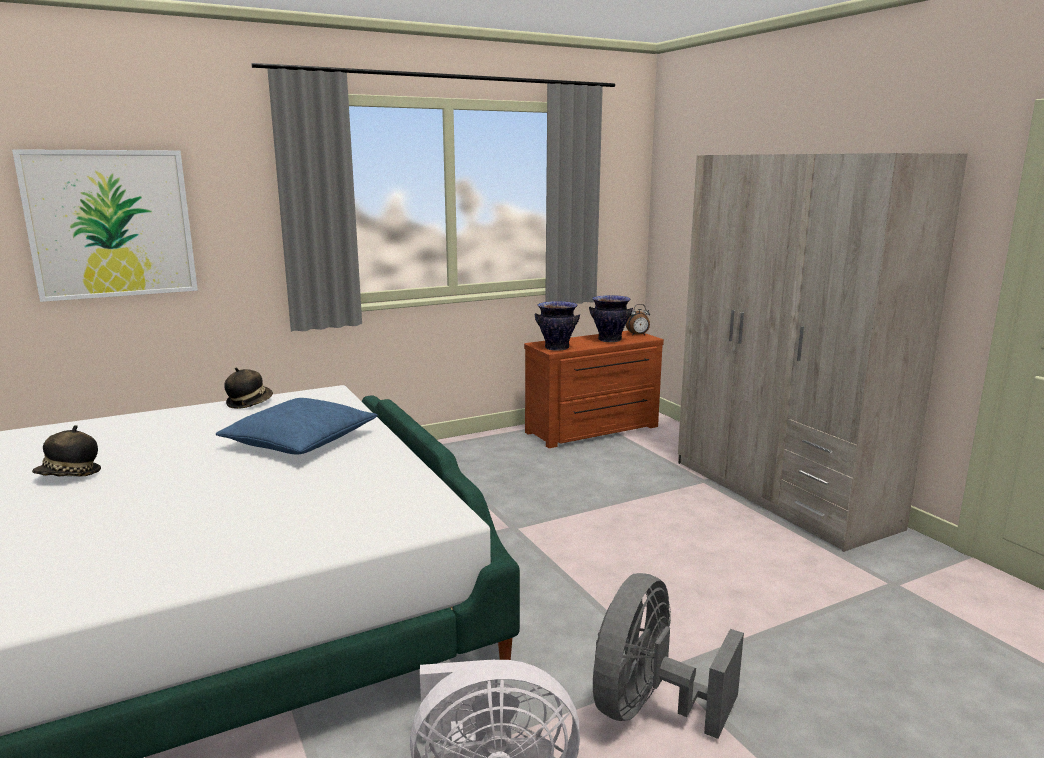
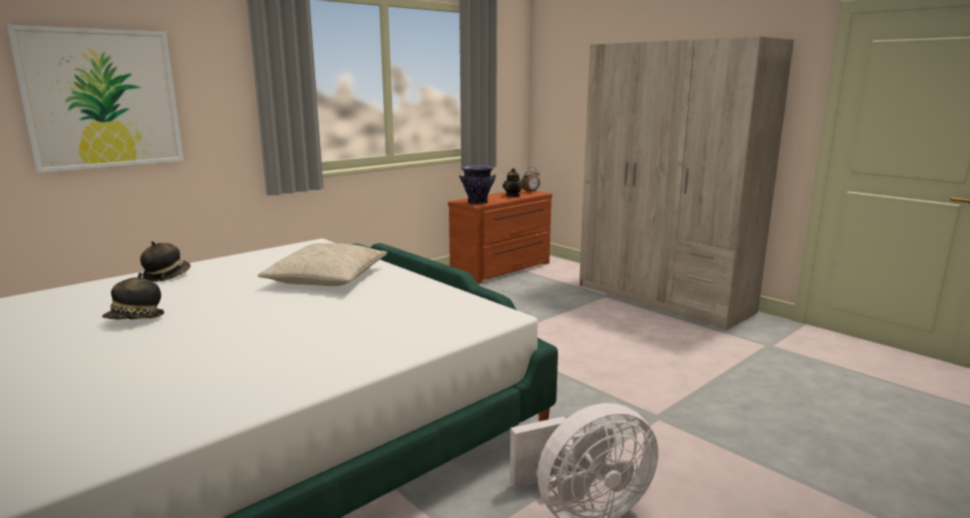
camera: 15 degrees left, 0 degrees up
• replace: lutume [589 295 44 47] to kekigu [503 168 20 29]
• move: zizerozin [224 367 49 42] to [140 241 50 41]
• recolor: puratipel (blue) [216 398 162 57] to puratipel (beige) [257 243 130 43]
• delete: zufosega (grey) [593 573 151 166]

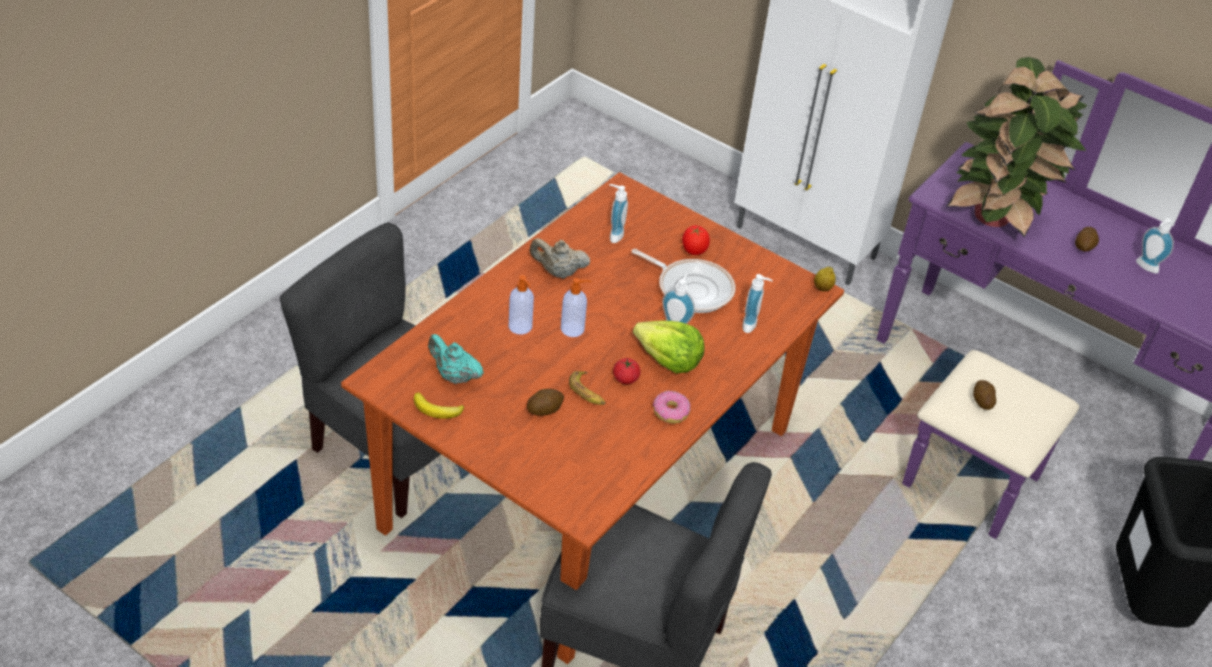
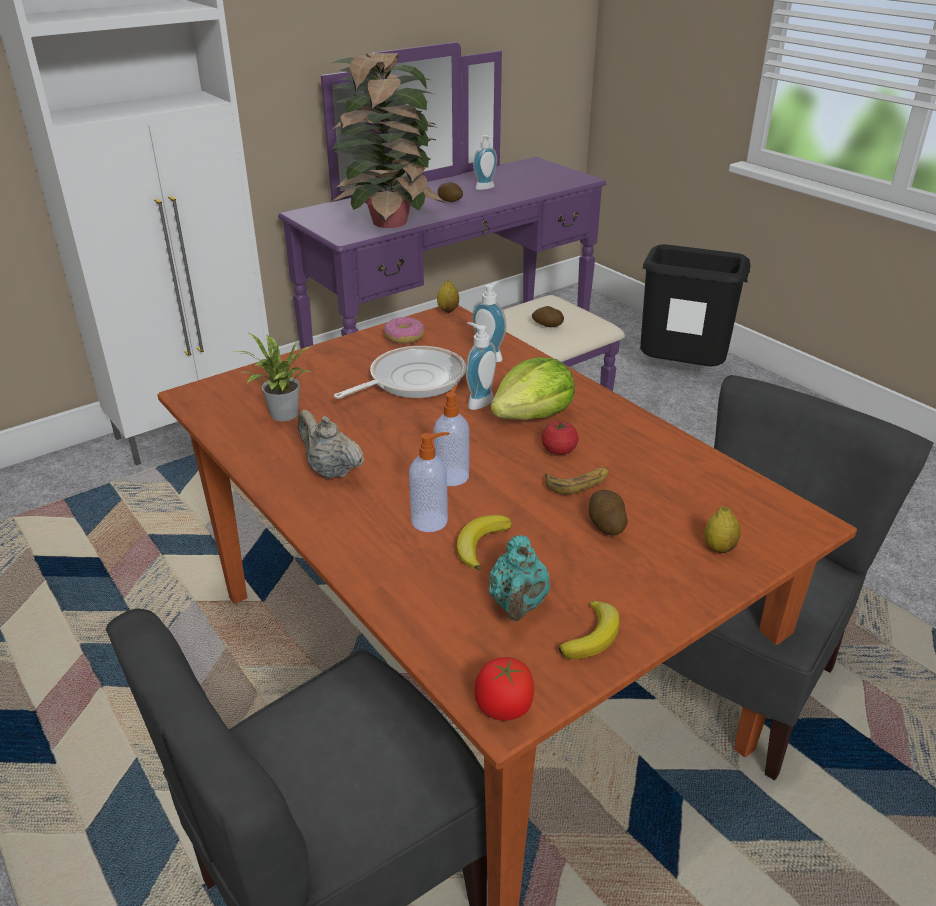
camera: 70 degrees left, 10 degrees down
• replace: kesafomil [609 184 19 59] to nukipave [235 332 77 89]
• move: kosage [682 226 28 29] to [474 657 60 64]
• rotate: kekigu (beige) [530 238 60 41] = [298 410 66 69] 105 degrees clockwise
• rotate: kekigu (turquoise) [428 334 56 50] = [489 535 61 86] 45 degrees counterclockwise
• move: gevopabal [653 391 38 33] to [384 317 41 27]
• insert: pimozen [704 507 36 46]
• insert: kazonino [457 515 55 55]

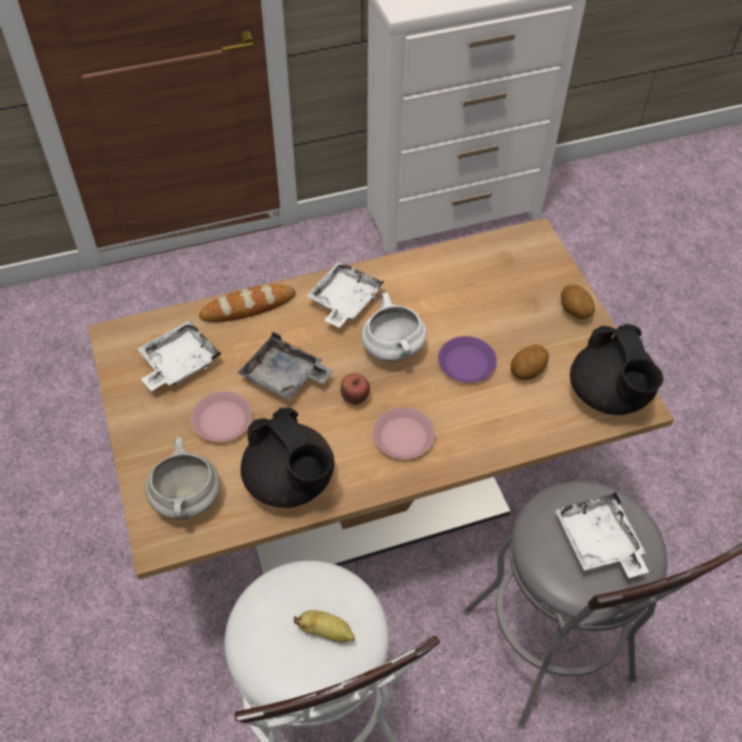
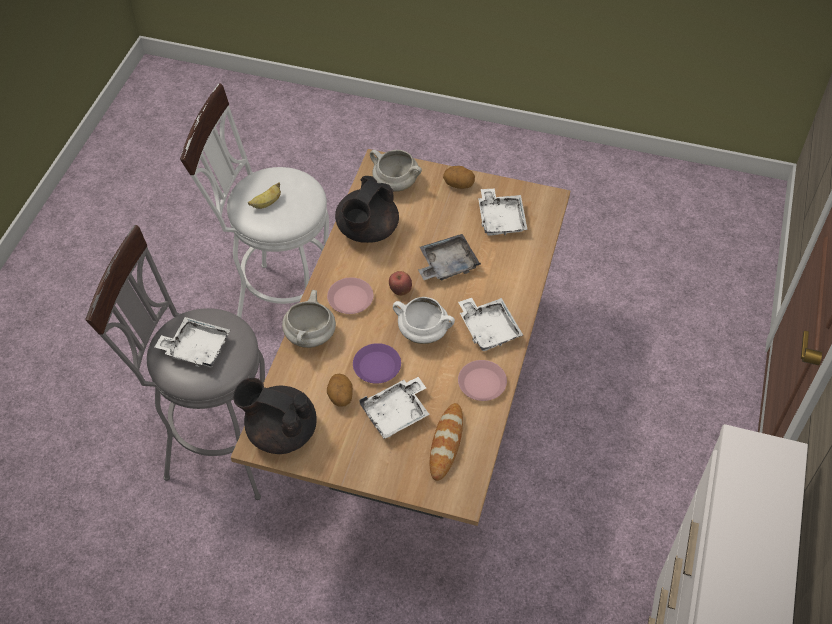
camera: 125 degrees right, 0 degrees up
• move: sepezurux [199 284 96 38] to [430 403 33 78]
• move: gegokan [561 284 34 35] to [443 166 32 23]
• move: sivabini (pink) [191 391 62 51] to [458 360 49 41]
• rotate: kekigu (black) [240 408 95 100] = [335 176 64 67] 60 degrees counterclockwise
• insert: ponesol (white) [282 290 54 58]
• insert: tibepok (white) [360 377 70 62]

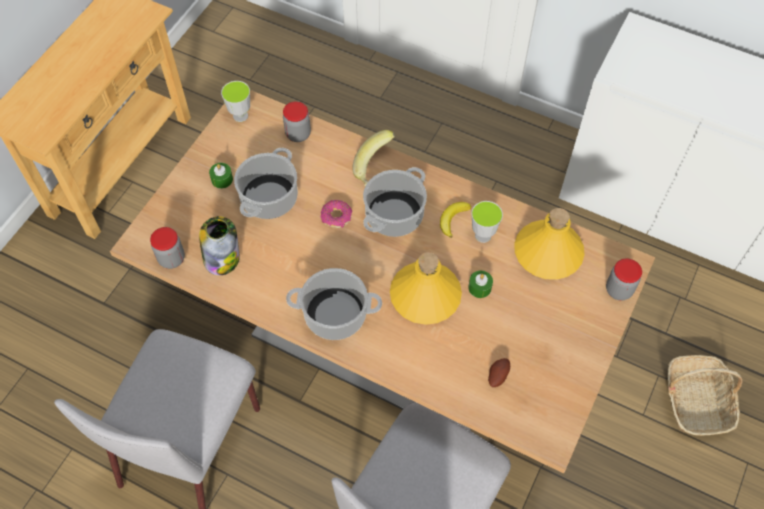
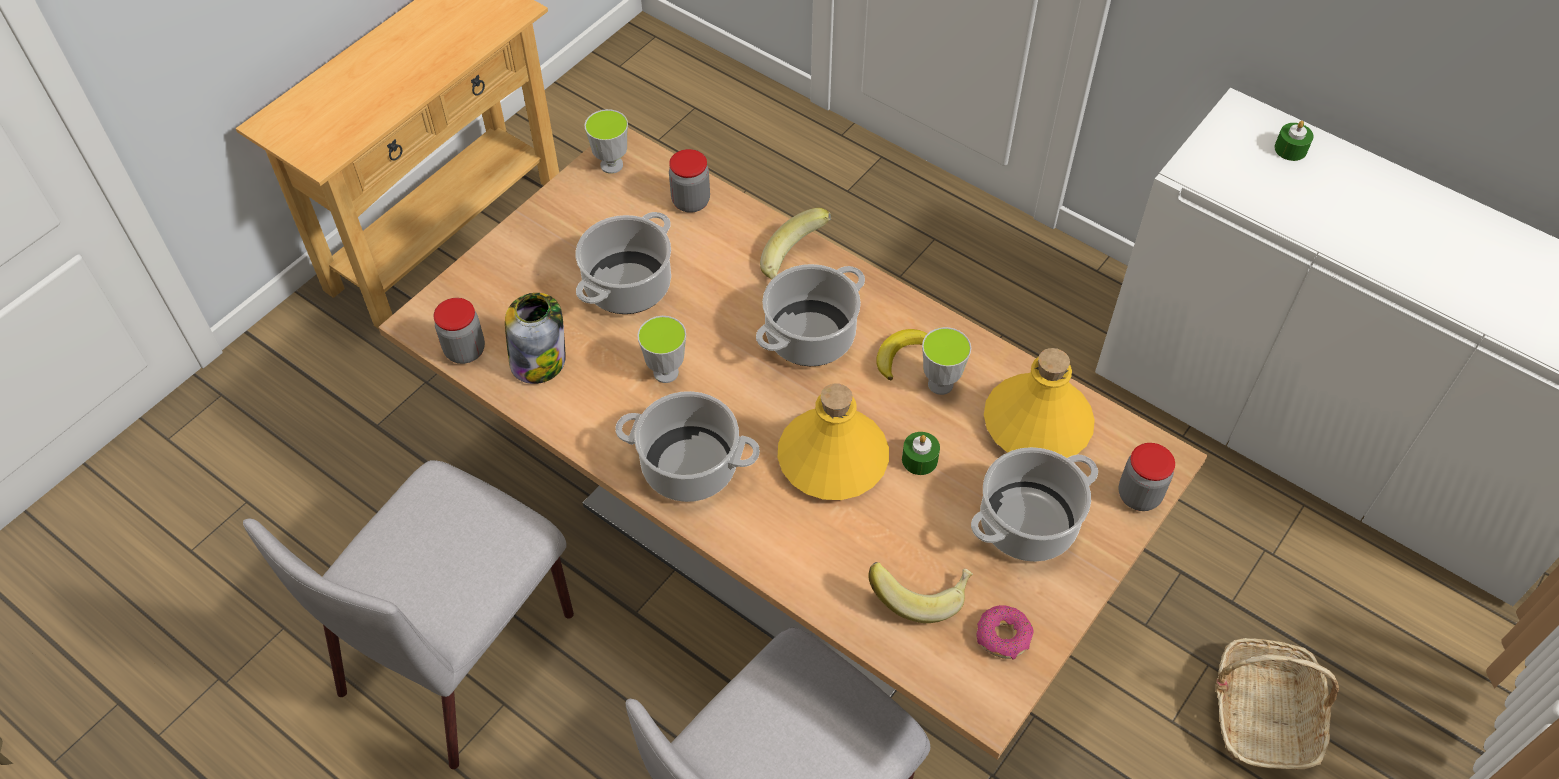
camera: 10 degrees right, 5 degrees down
• move: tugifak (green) [209 163 24 26] to [1274 121 40 40]
• move: gevopabal [321 200 31 28] to [976 605 58 55]
• replace: gegokan [488 358 22 29] to kazonino [868 562 105 61]
• insert: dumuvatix [637 316 49 67]
• insert: ponesol [971 447 127 115]

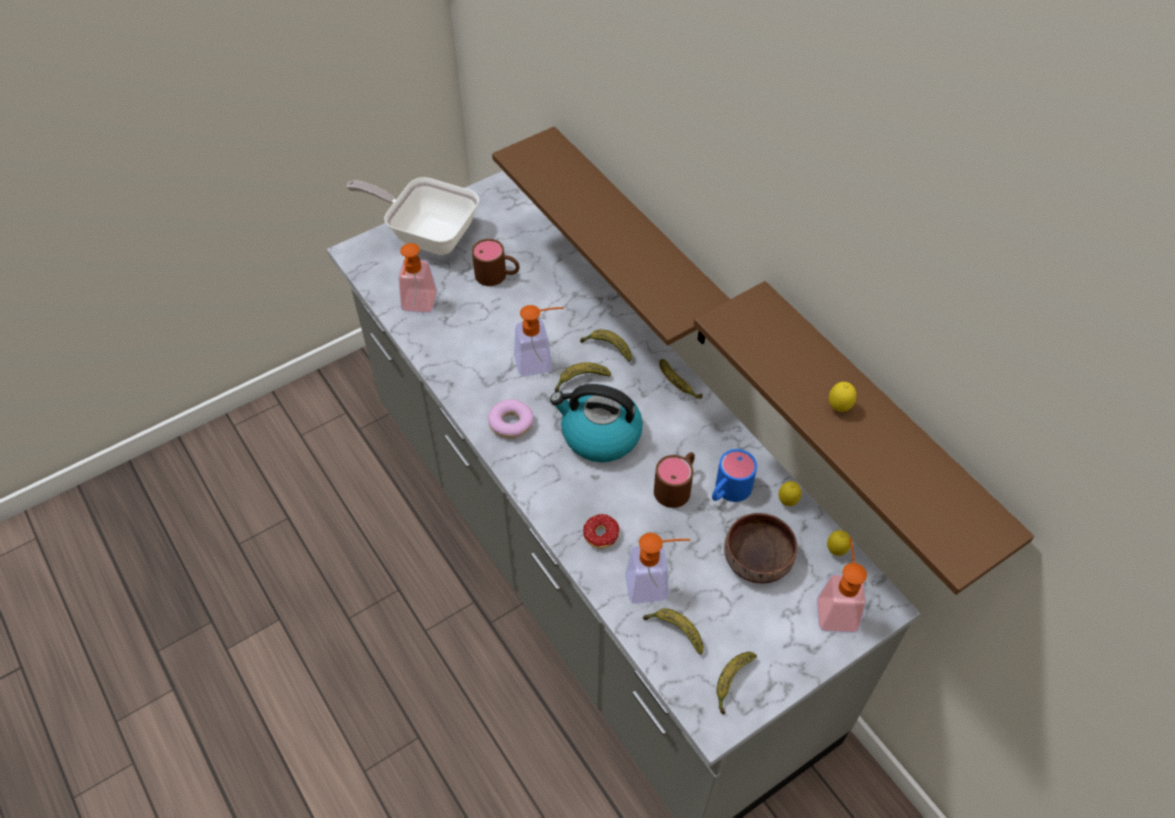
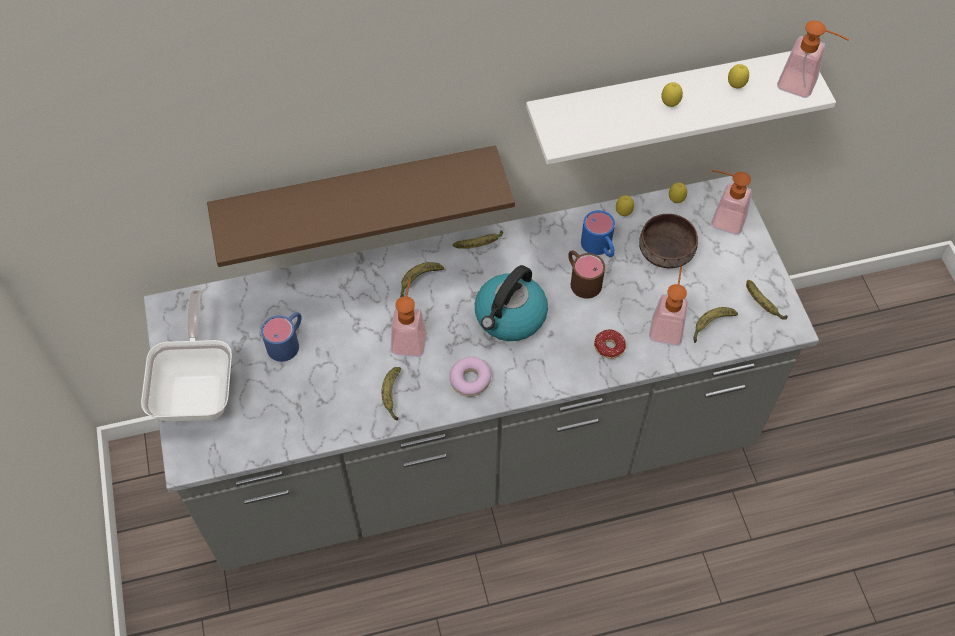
camera: 70 degrees left, 5 degrees up
• rotate: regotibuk [346 177 133 78] = [141 290 91 131] 135 degrees clockwise
• recolor: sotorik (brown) [472 239 48 47] to sotorik (blue) [261 312 41 50]
• move: kesafomil [398 243 40 70] to [777 20 72 78]
• recolor: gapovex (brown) [694 281 340 314] to gapovex (white) [526 51 310 114]
• move: kazonino [555 362 56 30] to [382 367 19 54]
• insert: pimozen [728 64 21 24]

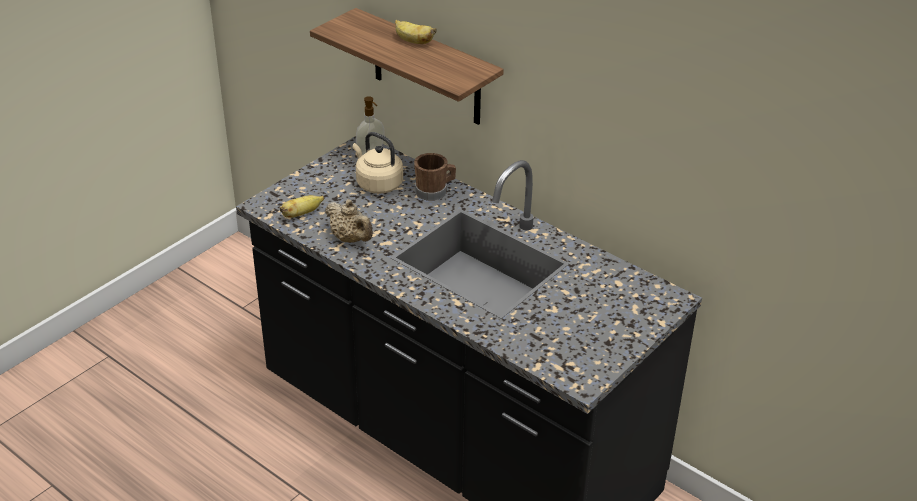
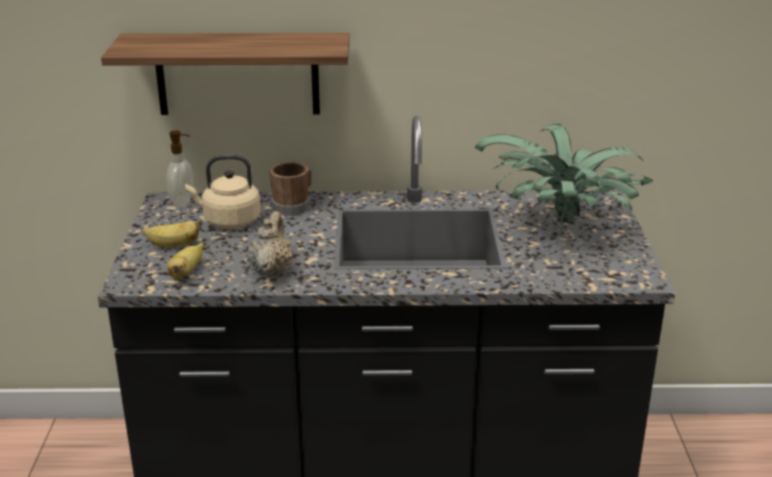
camera: 40 degrees left, 10 degrees down
• move: kazonino [395 20 42 24] to [142 220 61 27]
• rotate: kekigu (beige) [325 199 48 44] = [247 211 47 67] 90 degrees counterclockwise
• insert: nukipave [475 124 178 107]

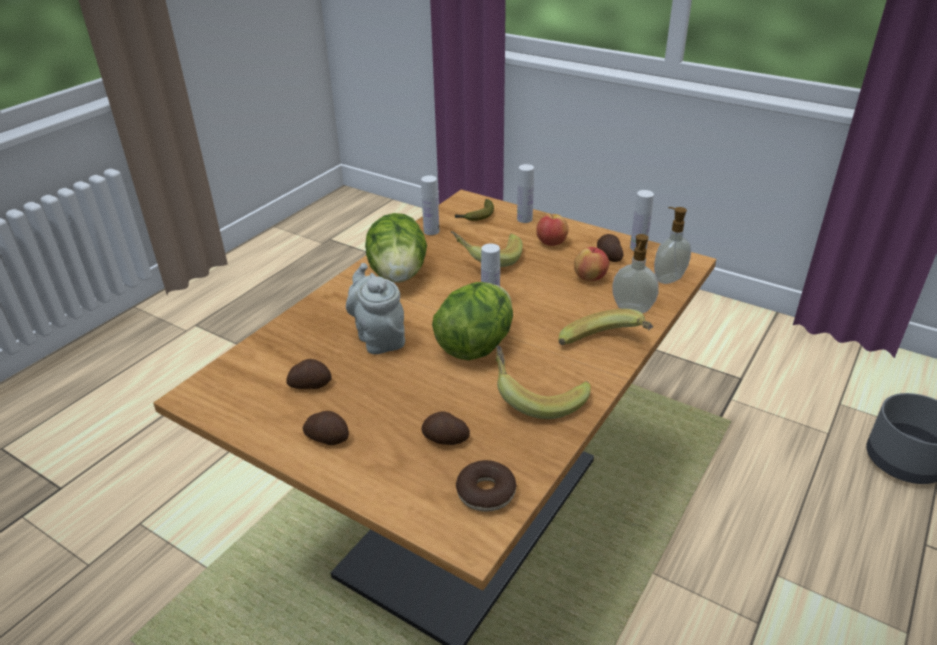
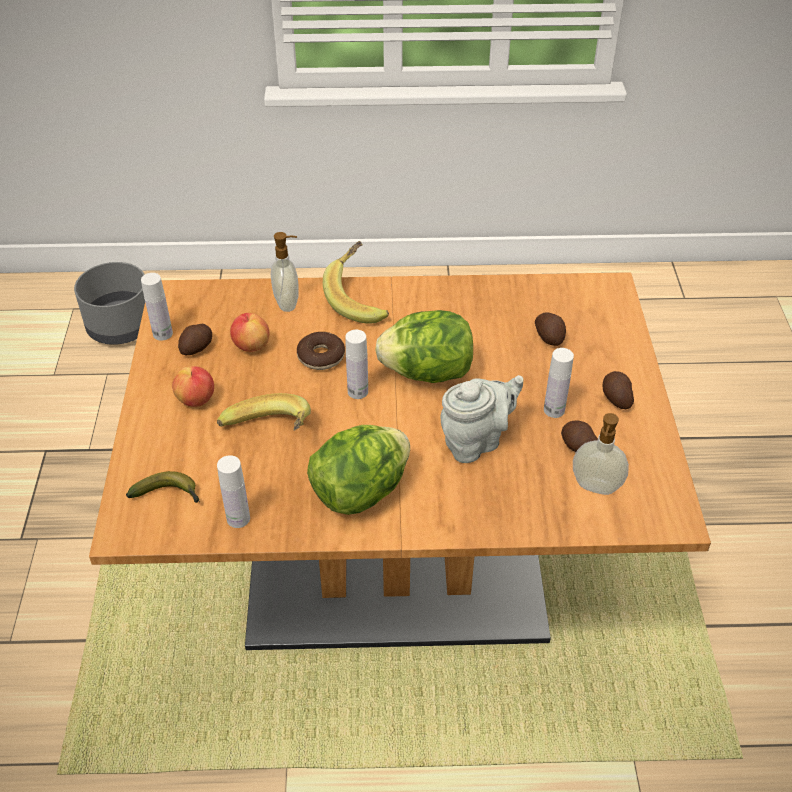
camera: 125 degrees left, 10 degrees up
• move: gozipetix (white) [517 164 17 59] to [544 348 30 70]
• move: kesafomil [654 207 37 77] to [573 413 56 82]
• rotate: kekigu (grey) [346 263 59 91] = [441 375 82 88] 150 degrees counterclockwise
• delete: kazonino [496 345 95 74]
• move: gevopabal [456 460 61 52] to [297 332 48 38]

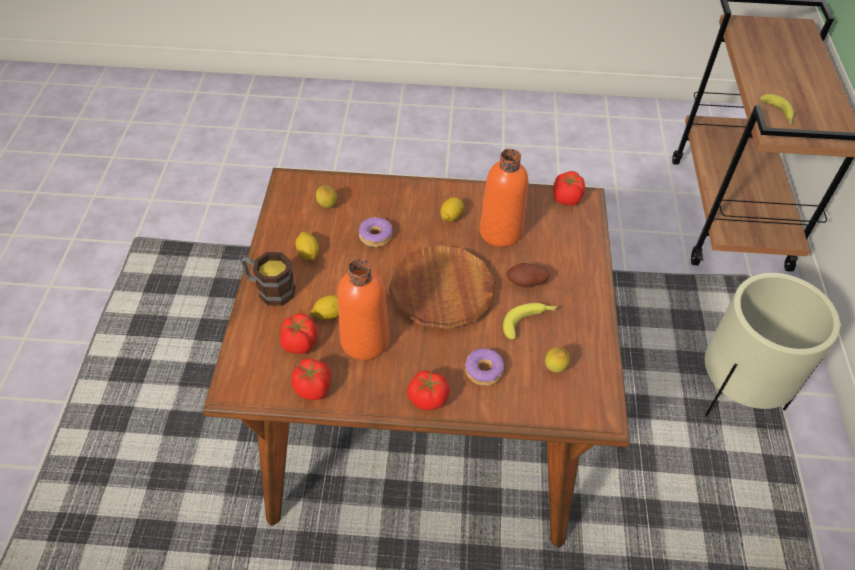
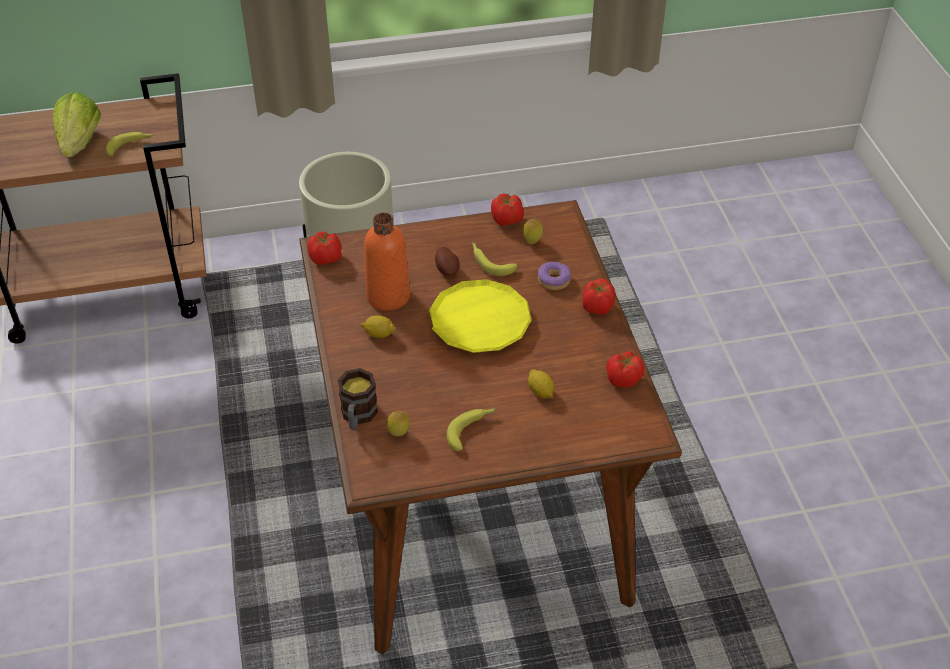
camera: 105 degrees left, 5 degrees down
• delete: gevopabal [359 217 34 30]
• replace: pimozen [295 232 24 29] to kazonino [446 408 49 43]
• recolor: sivabini (brown) [389 245 107 84] to sivabini (yellow) [429 279 103 74]
• move: sotorik [241 252 54 54] to [338 368 40 62]
• delete: gozipetix (orange) [337 259 52 101]
• move: kosage [280 313 37 41] to [491 193 33 33]
• insert: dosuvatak [53 92 48 65]

